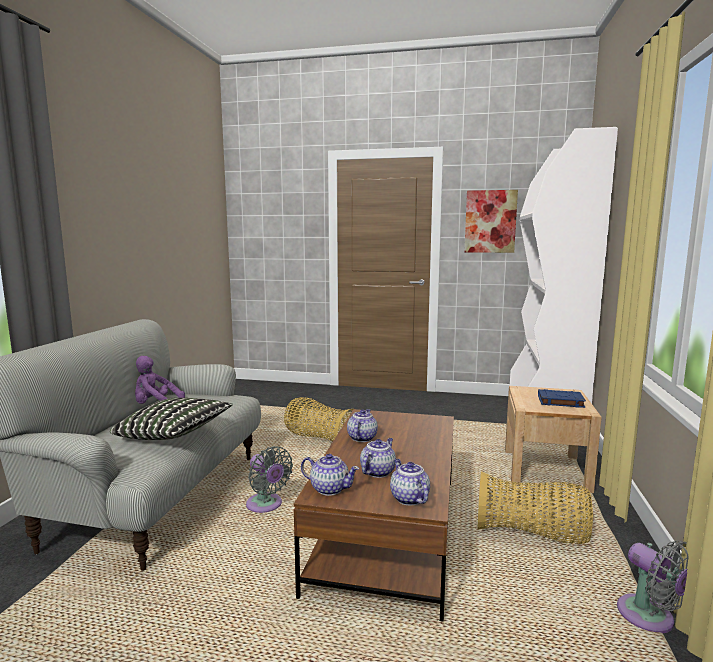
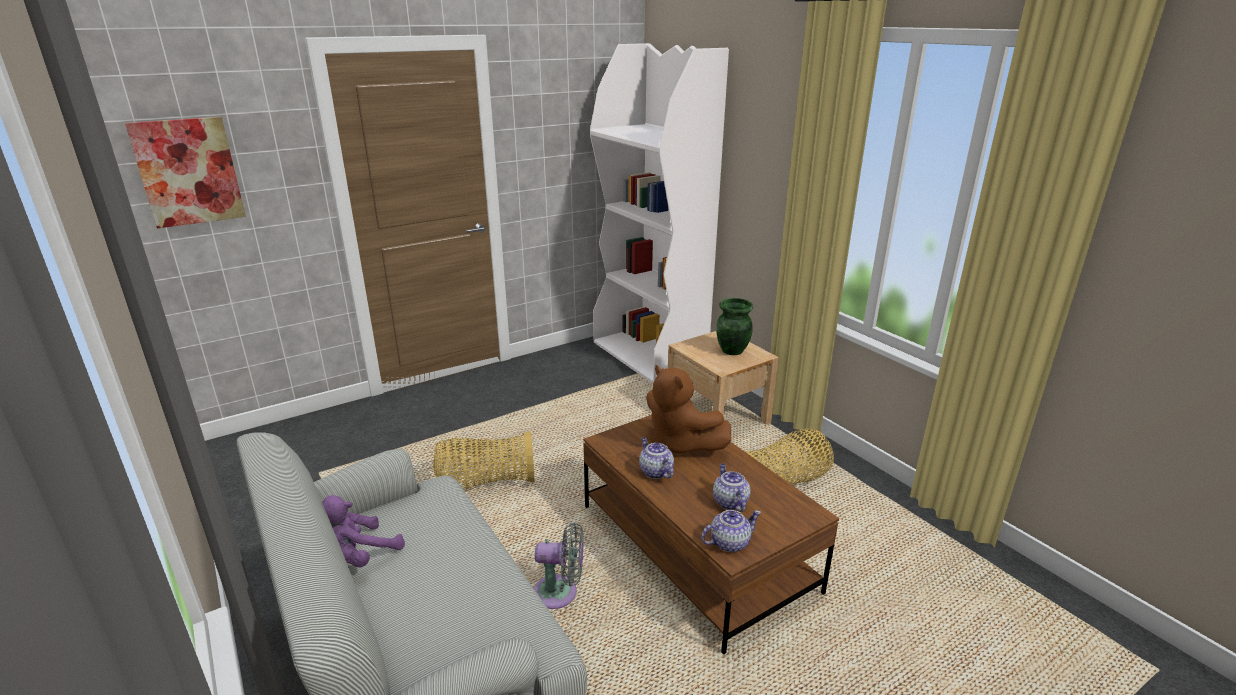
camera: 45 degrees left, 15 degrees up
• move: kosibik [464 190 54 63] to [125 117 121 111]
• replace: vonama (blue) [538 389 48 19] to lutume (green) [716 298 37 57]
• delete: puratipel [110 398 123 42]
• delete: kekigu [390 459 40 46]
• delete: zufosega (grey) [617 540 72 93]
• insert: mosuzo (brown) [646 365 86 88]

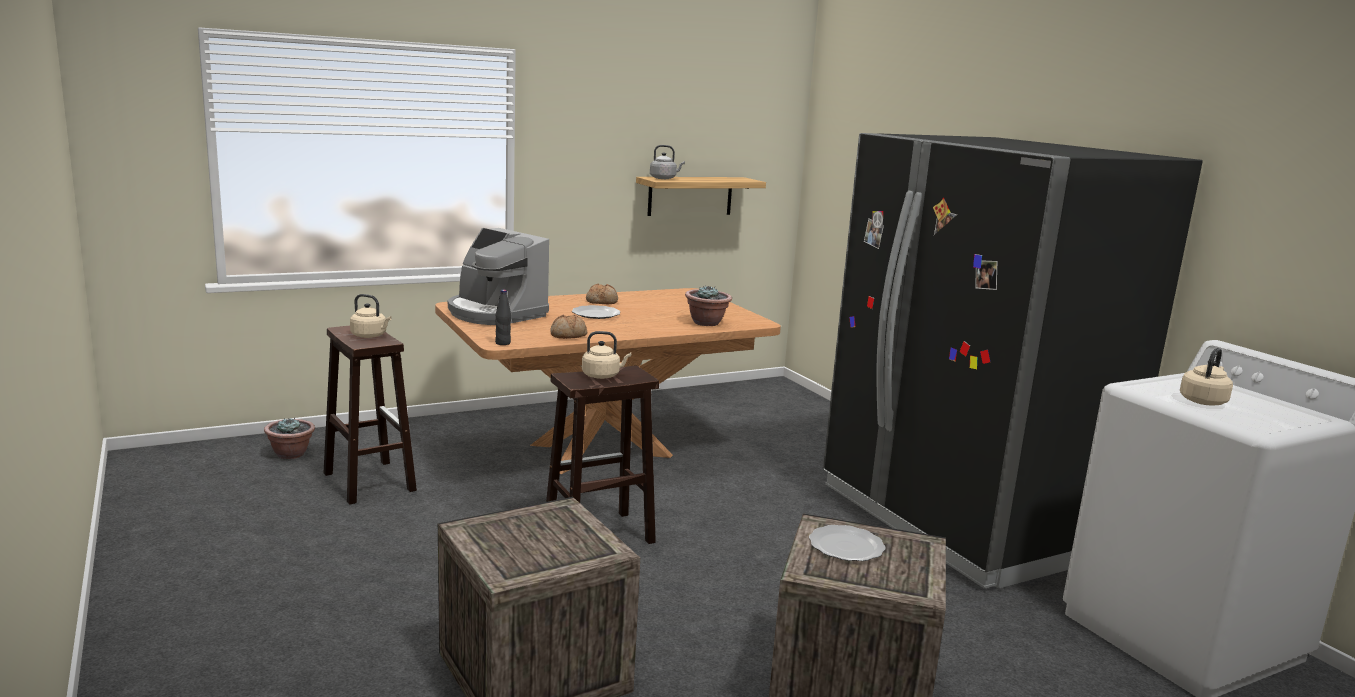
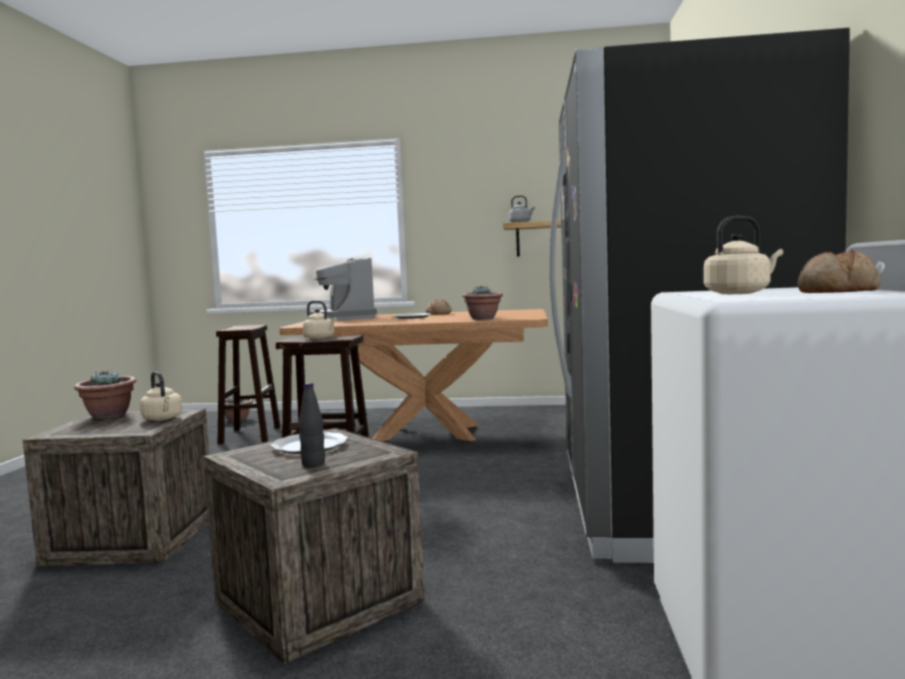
camera: 35 degrees right, 10 degrees down
• move: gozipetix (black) [495 290 16 55] to [299 383 26 84]
• move: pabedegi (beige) [350 294 41 44] to [140 372 42 49]
• move: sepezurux [550 315 37 24] to [798 250 83 43]
• insert: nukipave [74 370 62 49]

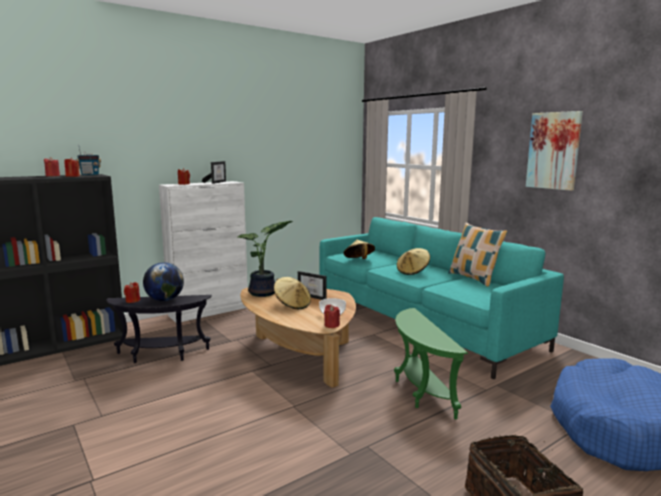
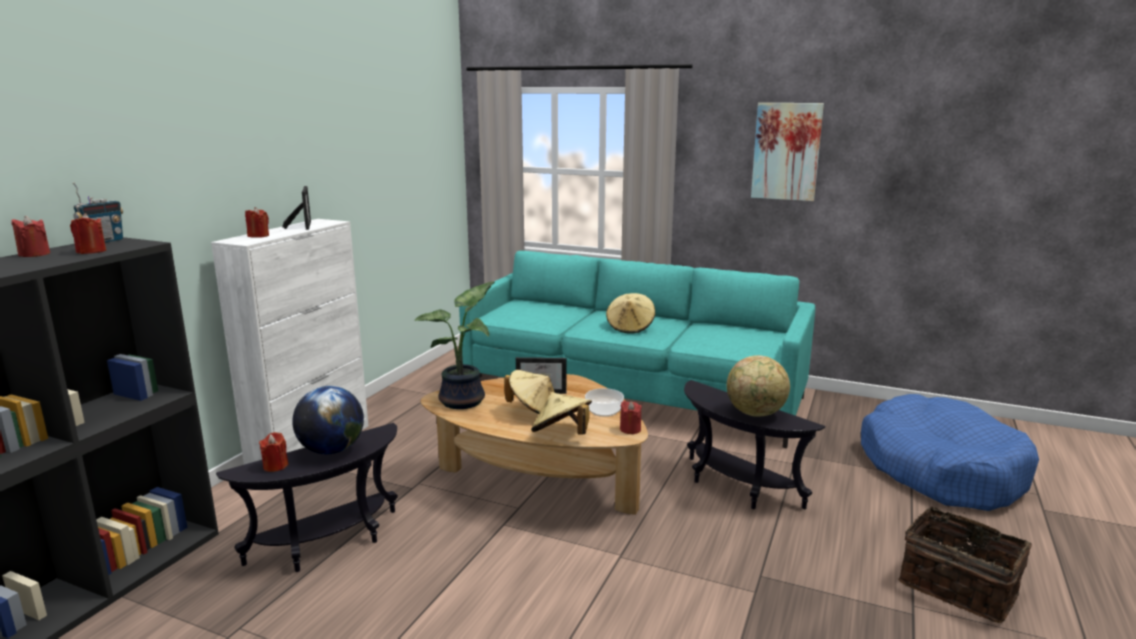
camera: 30 degrees left, 5 degrees up
• delete: puratipel [448 222 60 65]
• move: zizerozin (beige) [344 240 31 19] to [531 392 61 43]
• recolor: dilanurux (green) [394 308 74 111] to dilanurux (black) [684 380 141 129]
• insert: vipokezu [727 355 63 62]

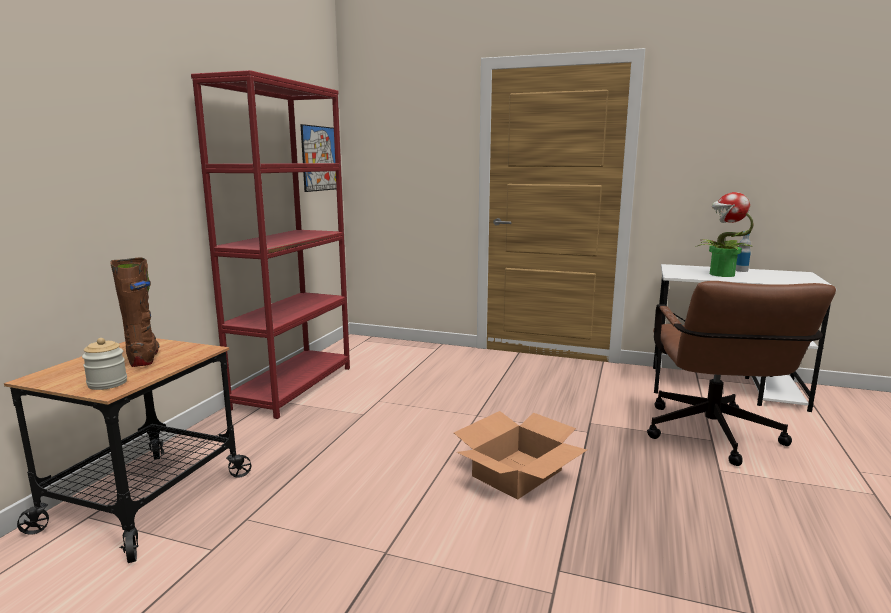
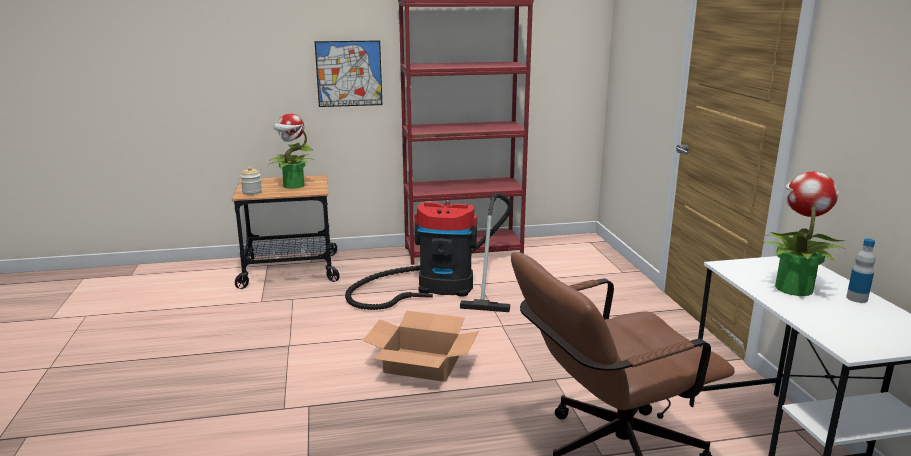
camera: 60 degrees right, 5 degrees up
• move: kosibik [300 124 36 68] to [315 40 67 67]
• replace: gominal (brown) [110 258 49 109] to nukipave [268 113 46 76]
• insert: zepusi [345 193 168 119]

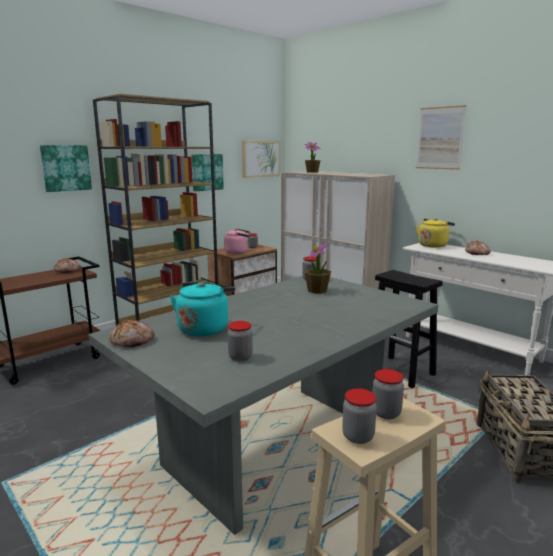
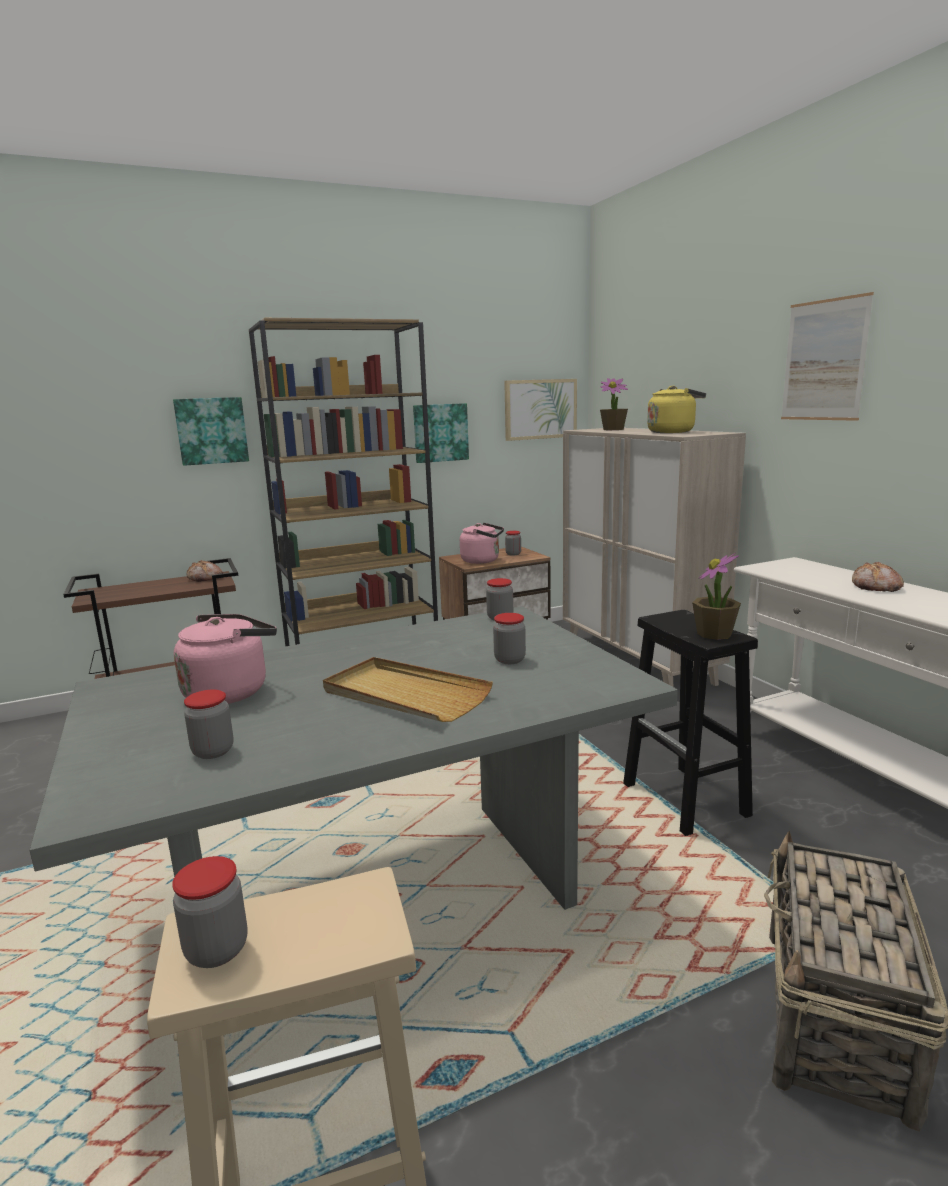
camera: 20 degrees right, 0 degrees up
• move: pabedegi (yellow) [416 218 39 30] to [647 386 59 47]
• move: nukipave [305 242 26 52] to [692 553 49 87]
• recolor: pabedegi (turquoise) [170 282 65 54] to pabedegi (pink) [174 614 103 90]
• delete: sepezurux [109 320 46 28]
• move: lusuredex [372 369 32 50] to [493 613 33 51]
• insert: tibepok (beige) [323 657 170 65]

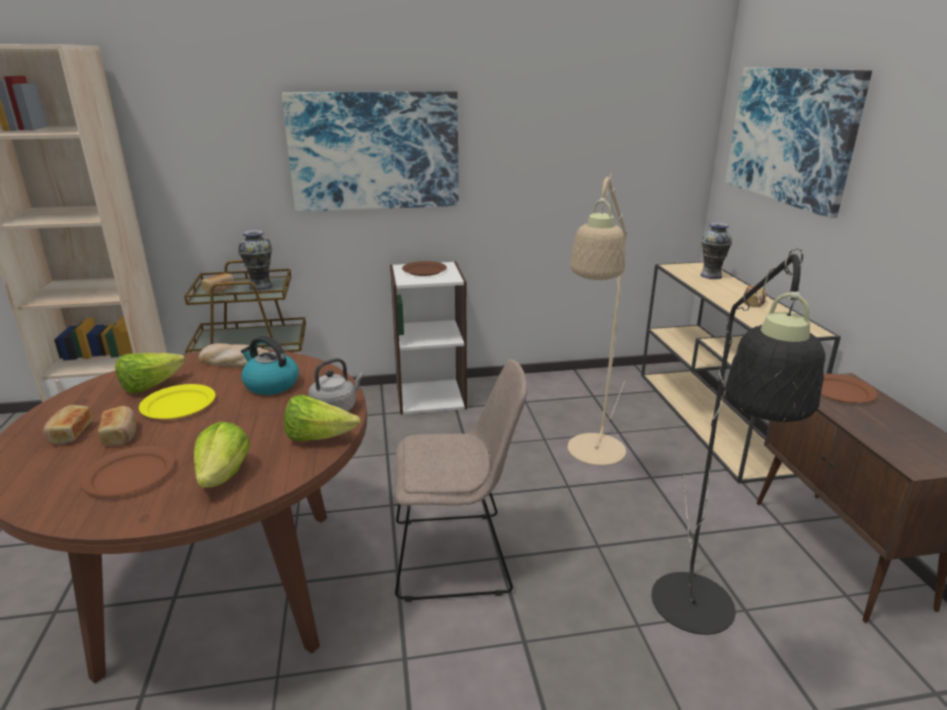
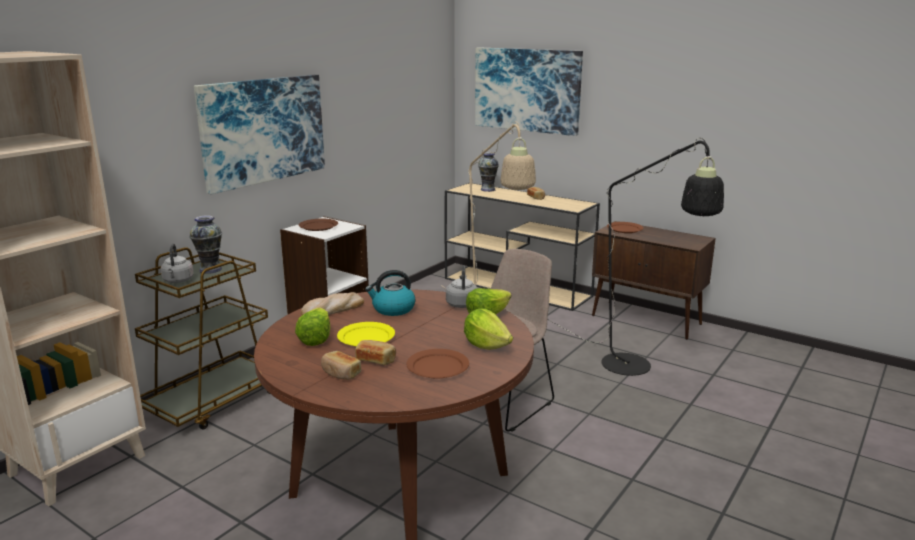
camera: 45 degrees left, 5 degrees down
• replace: sepezurux [202 273 32 20] to pabedegi (grey) [161 244 33 39]

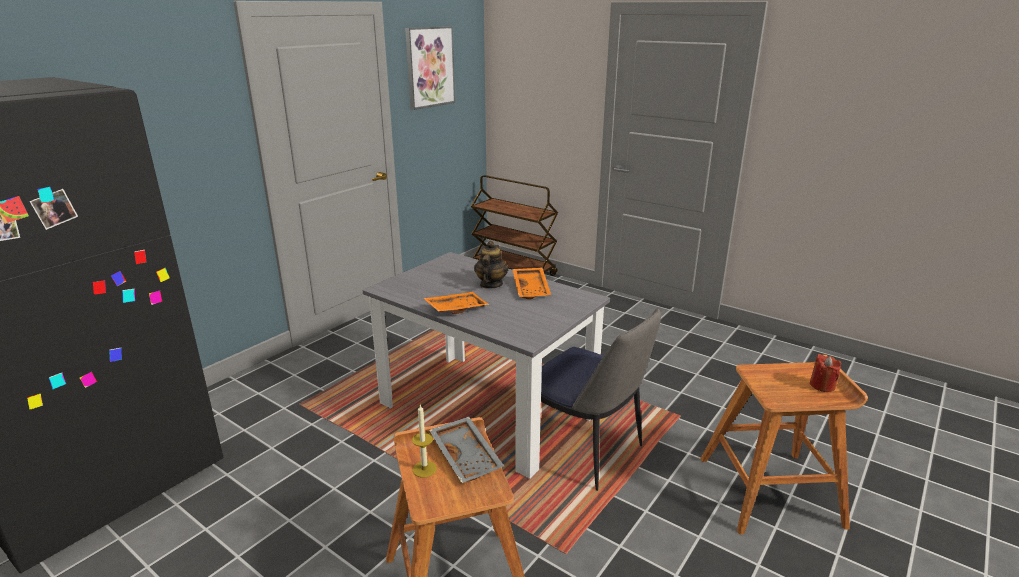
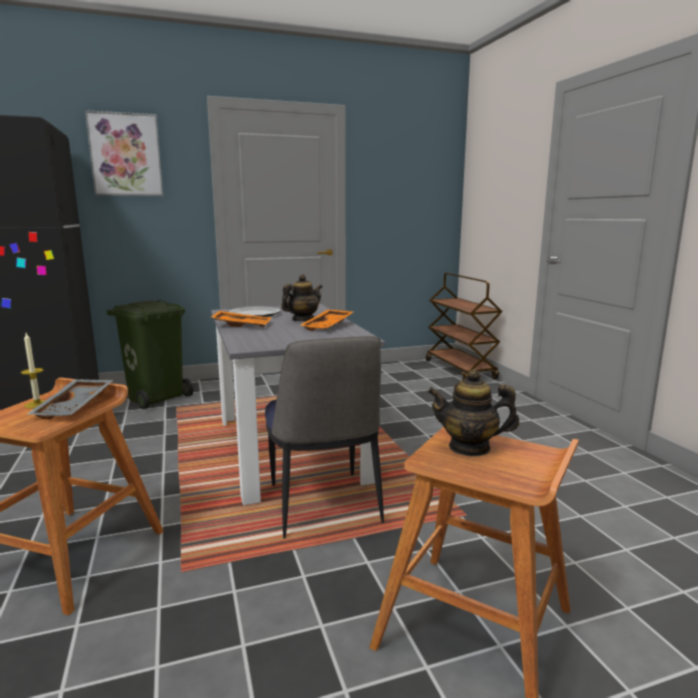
camera: 35 degrees right, 10 degrees down
• move: kosibik [405 26 50 84] to [85 110 78 86]
• delete: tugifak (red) [810 354 31 38]
• insert: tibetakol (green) [107 300 86 109]
• insert: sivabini [229 306 51 11]
• insert: kekigu [428 369 91 88]

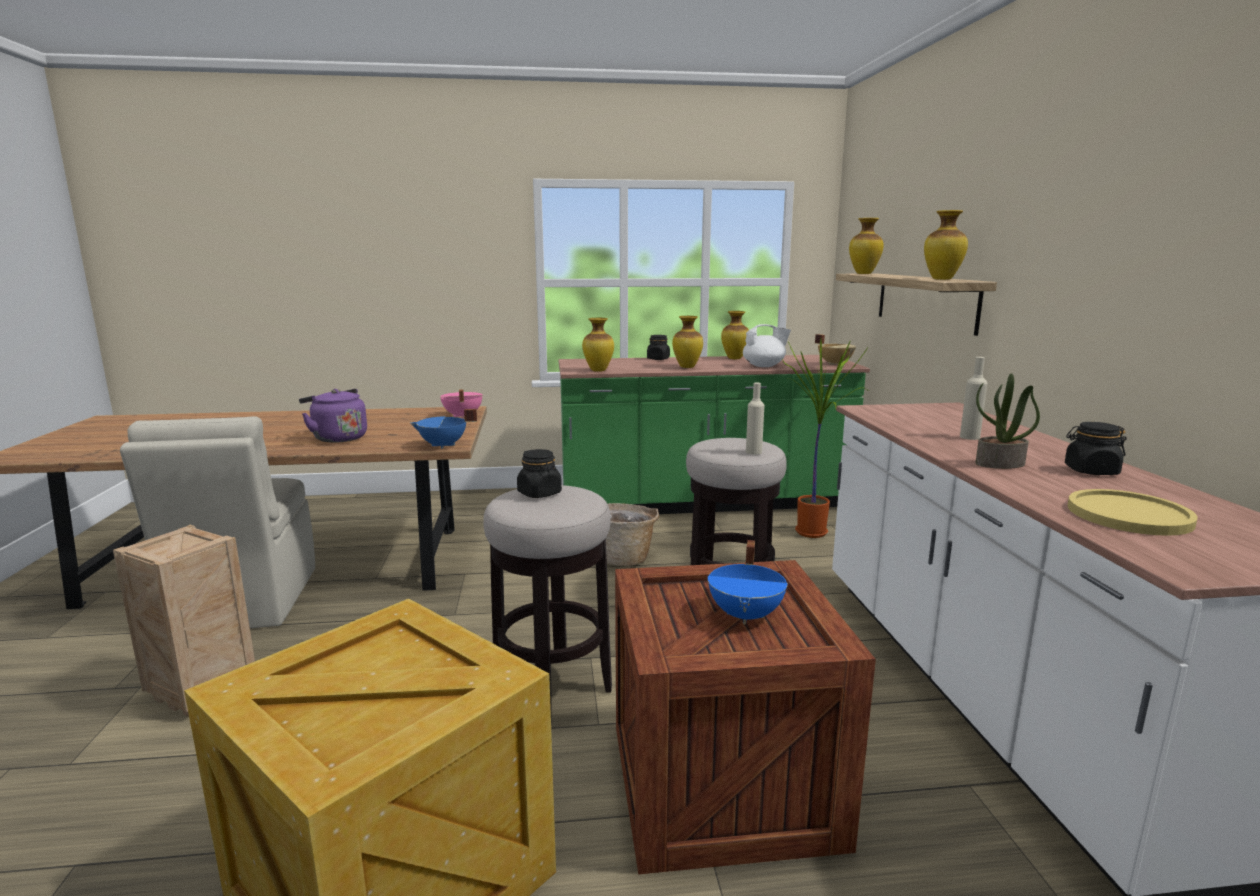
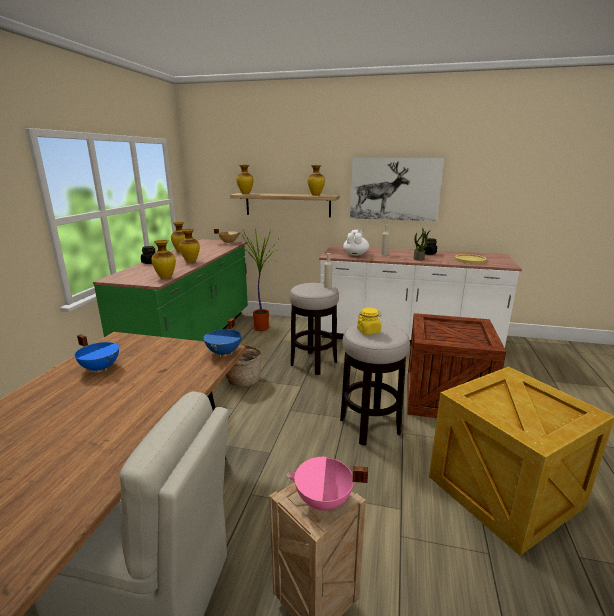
camera: 70 degrees left, 5 degrees up
• move: kekigu (white) [743 324 48 43] to [343 230 26 26]
• delete: pabedegi (purple) [299 389 68 54]
• move: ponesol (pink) [440 389 42 30] to [287 457 81 55]
• recolor: lusuredex (black) [517 449 45 49] to lusuredex (yellow) [357 308 25 27]
• move: ponesol (blue) [708 540 80 85] to [75 334 44 38]
• insert: kosibik [350 158 94 64]

